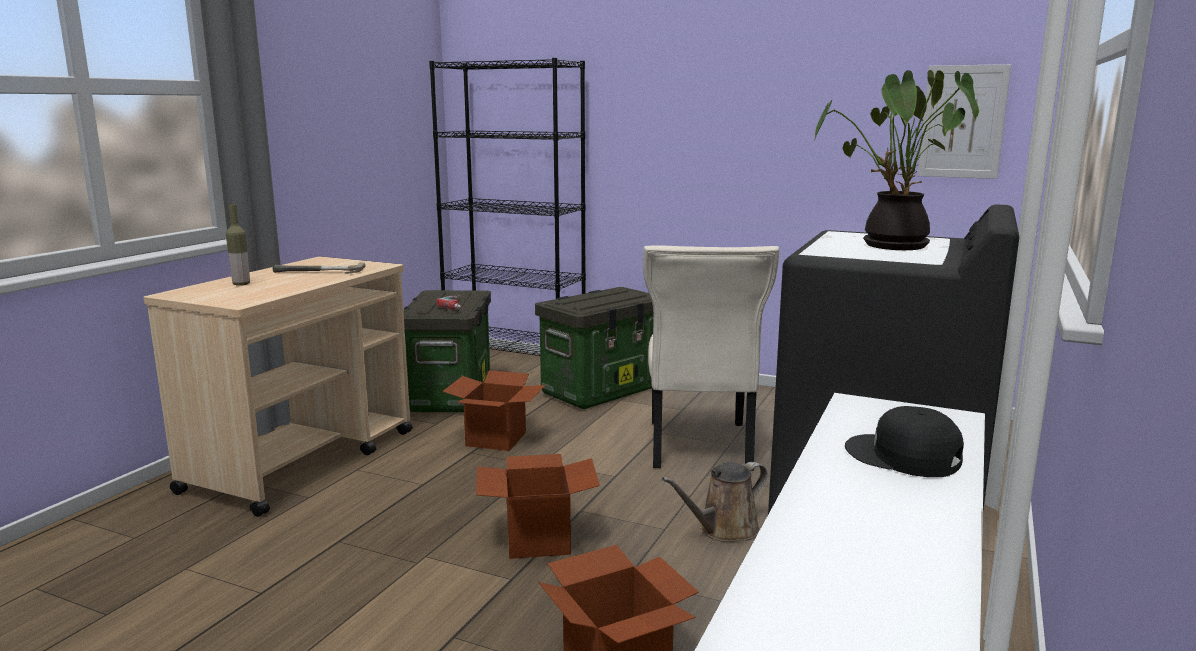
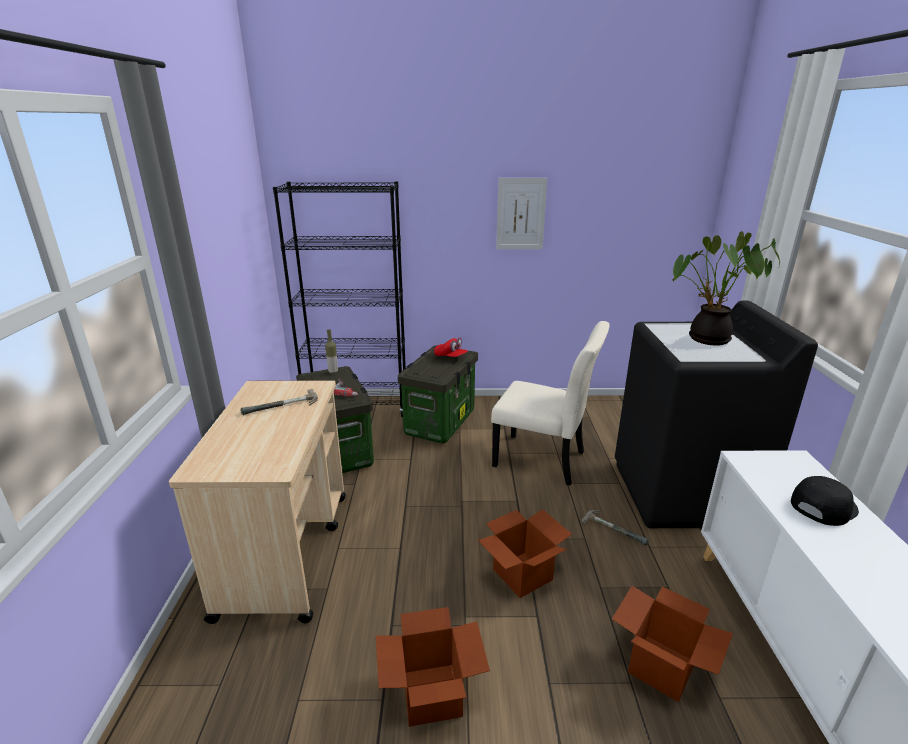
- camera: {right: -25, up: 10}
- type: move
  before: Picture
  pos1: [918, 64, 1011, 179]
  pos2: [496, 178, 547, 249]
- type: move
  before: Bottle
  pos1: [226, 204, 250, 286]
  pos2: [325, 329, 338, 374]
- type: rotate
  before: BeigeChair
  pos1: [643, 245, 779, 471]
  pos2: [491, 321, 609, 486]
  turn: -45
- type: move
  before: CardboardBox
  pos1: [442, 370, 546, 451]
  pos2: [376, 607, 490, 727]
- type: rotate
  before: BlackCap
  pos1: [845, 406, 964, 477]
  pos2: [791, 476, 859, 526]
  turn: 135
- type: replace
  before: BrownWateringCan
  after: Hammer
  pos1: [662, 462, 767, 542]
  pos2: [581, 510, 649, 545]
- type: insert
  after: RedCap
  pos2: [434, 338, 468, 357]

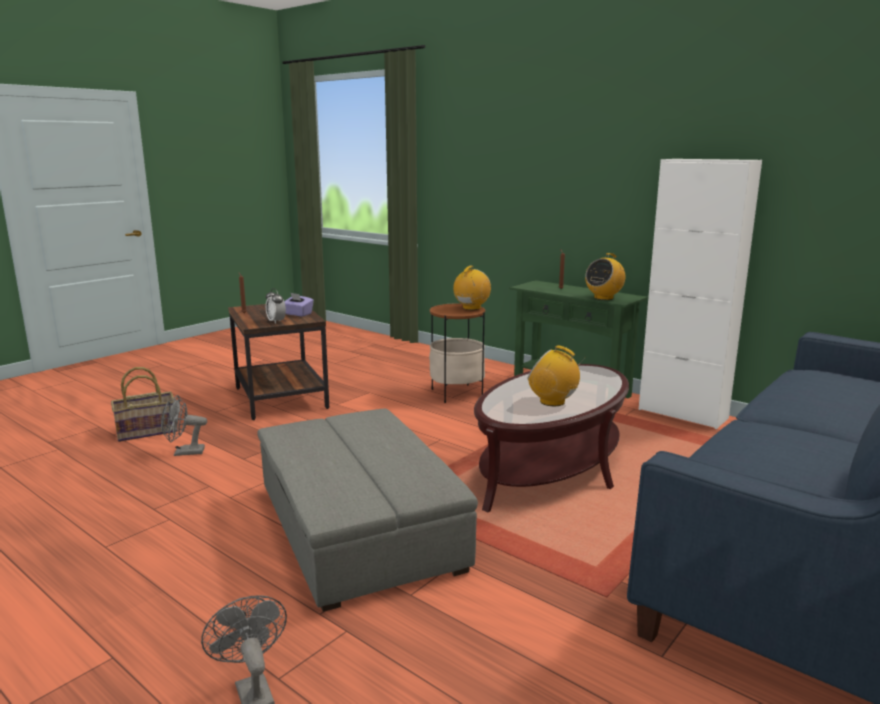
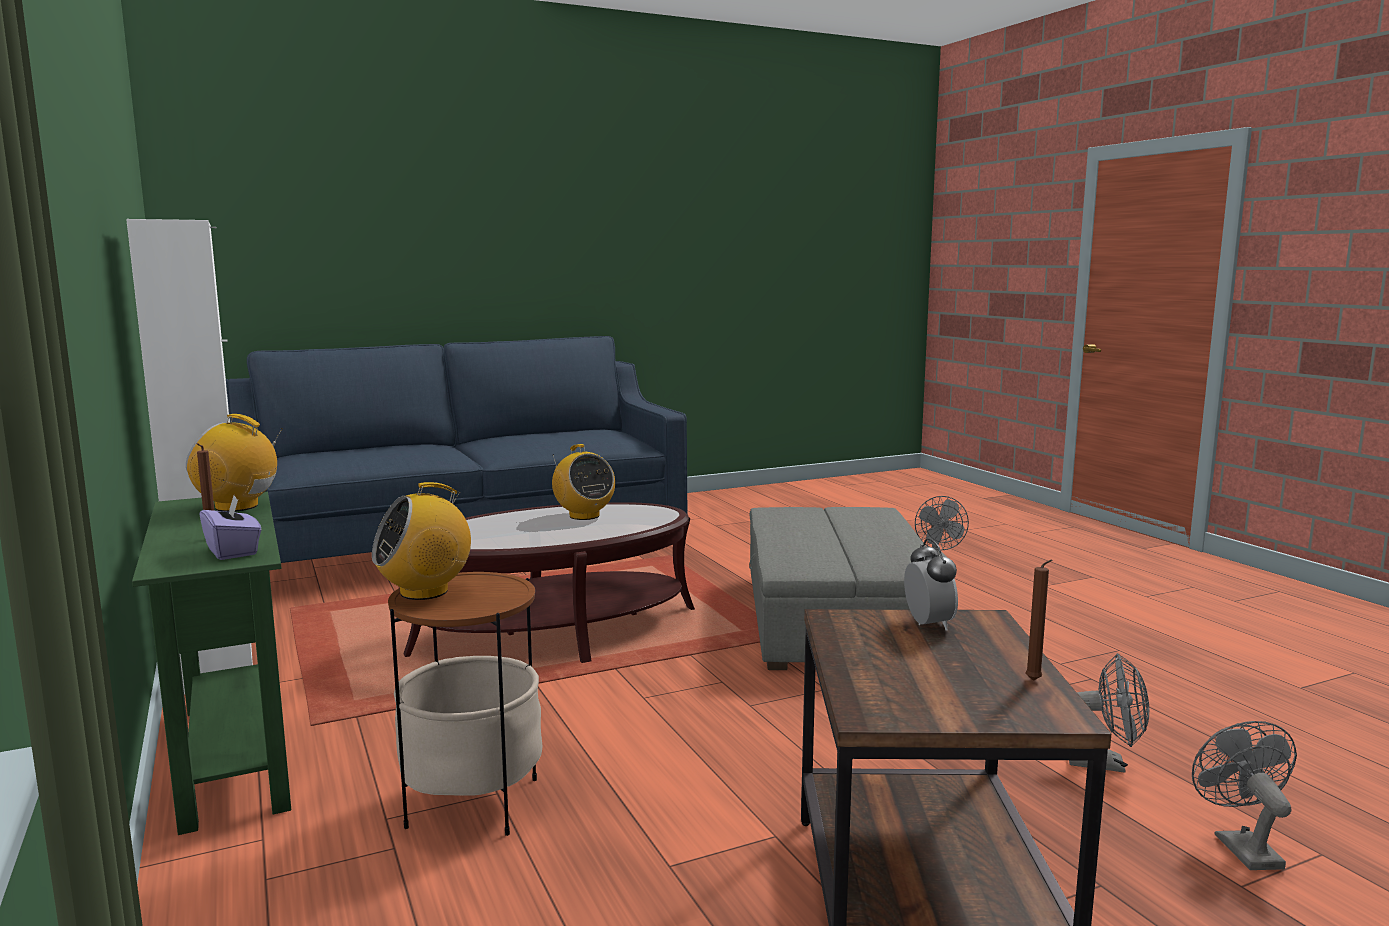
- camera: {right: -155, up: -5}
- type: rotate
  before: Radio
  pos1: [585, 253, 625, 300]
  pos2: [186, 414, 283, 512]
  turn: -150
- type: move
  before: PurpleTissueBox
  pos1: [284, 293, 314, 316]
  pos2: [199, 496, 261, 560]
- type: replace
  before: Basket
  after: GreyFan
  pos1: [111, 367, 178, 442]
  pos2: [1192, 721, 1297, 870]

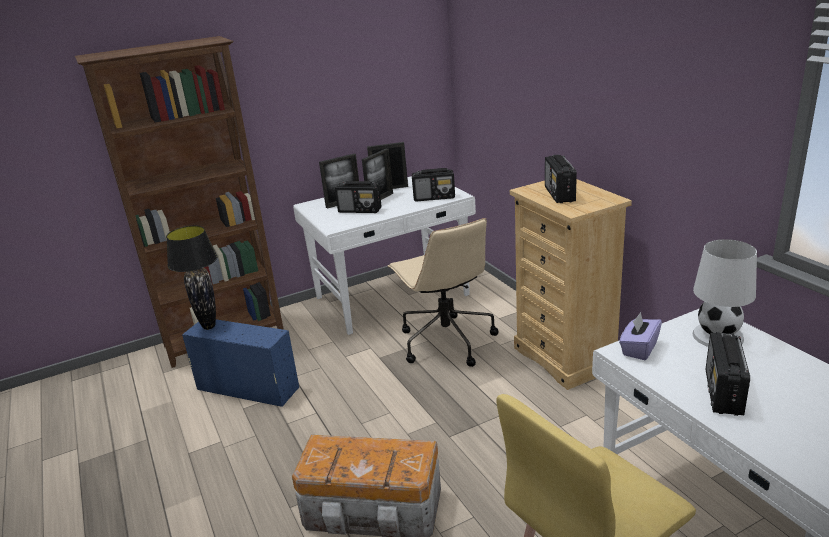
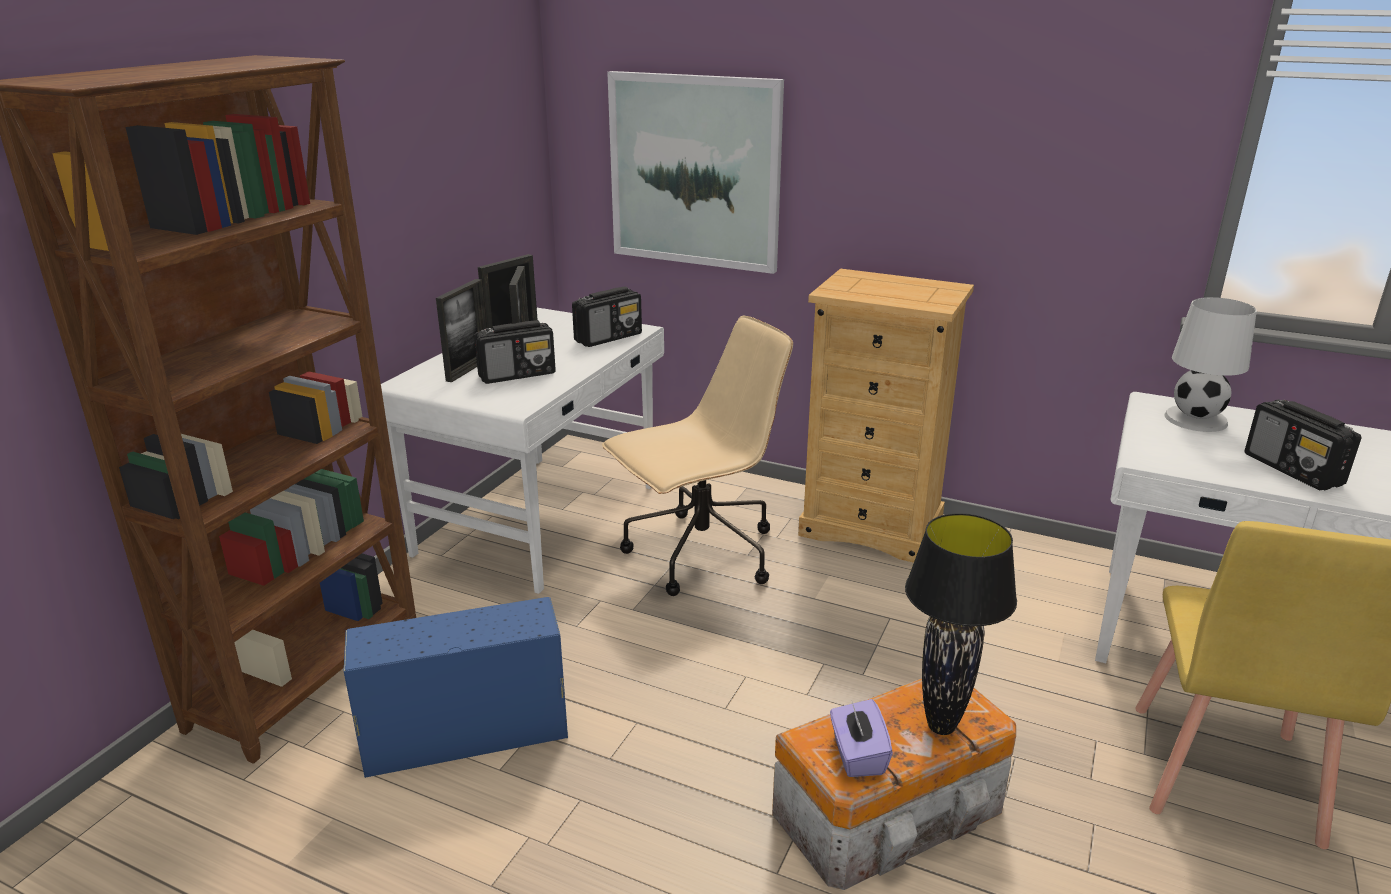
- camera: {right: -40, up: 0}
- type: delete
  before: Radio
  pos1: [545, 154, 577, 203]
- type: rotate
  before: BeigeOfficeChair
  pos1: [388, 218, 498, 367]
  pos2: [602, 316, 793, 596]
  turn: -60
- type: move
  before: BlackTableLamp
  pos1: [166, 226, 217, 330]
  pos2: [905, 513, 1017, 735]
- type: move
  before: PurpleTissueBox
  pos1: [619, 312, 662, 360]
  pos2: [830, 699, 893, 777]
- type: insert
  after: Picture
  pos2: [607, 71, 784, 274]

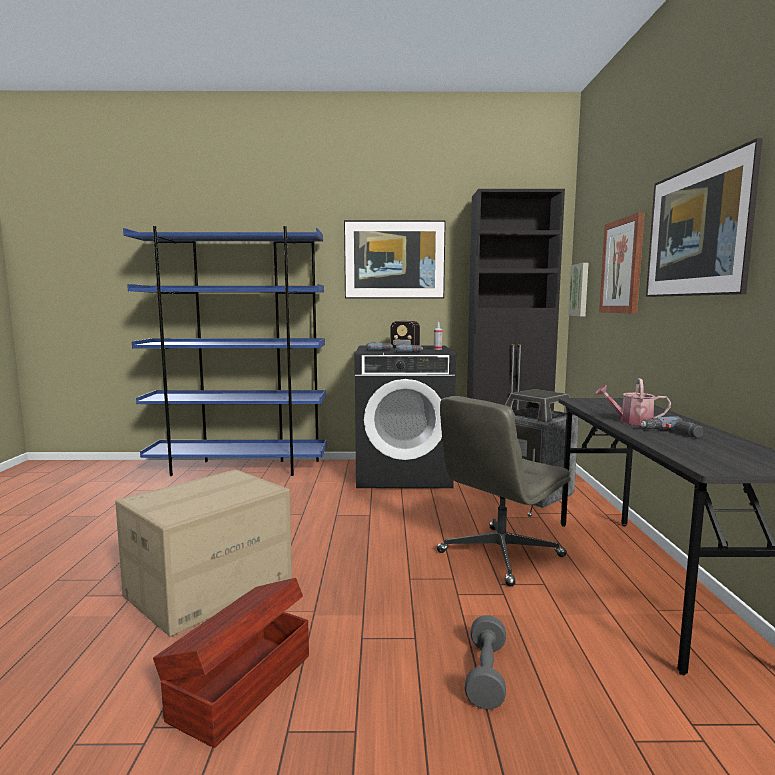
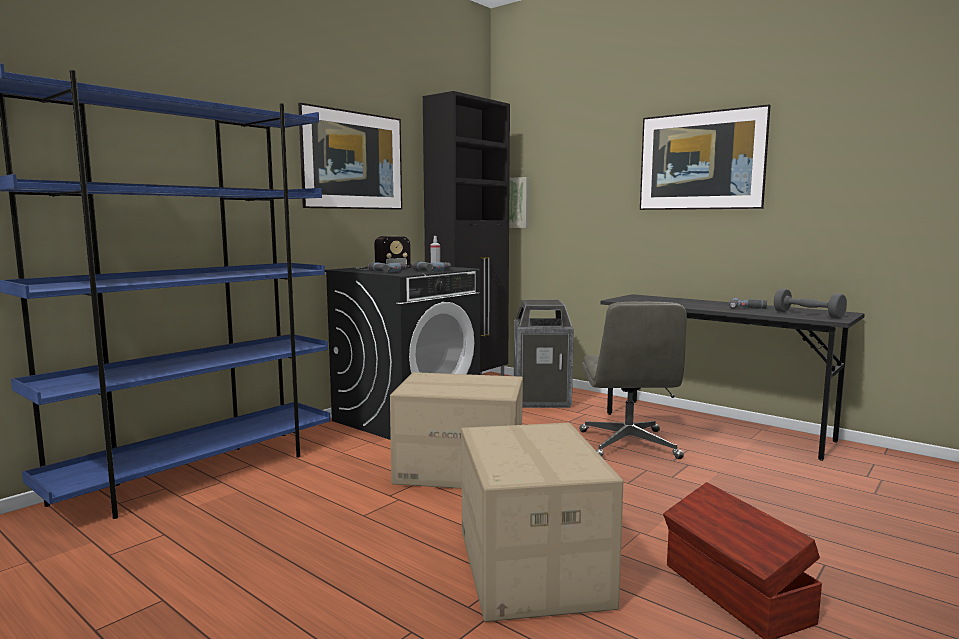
- camera: {right: -50, up: 0}
- type: delete
  before: Picture
  pos1: [599, 212, 645, 314]
- type: delete
  before: WateringCan
  pos1: [595, 378, 671, 425]
- type: move
  before: GreyDumbbell
  pos1: [465, 615, 506, 709]
  pos2: [774, 289, 847, 319]
- type: insert
  after: CardboardBox
  pos2: [390, 372, 523, 489]

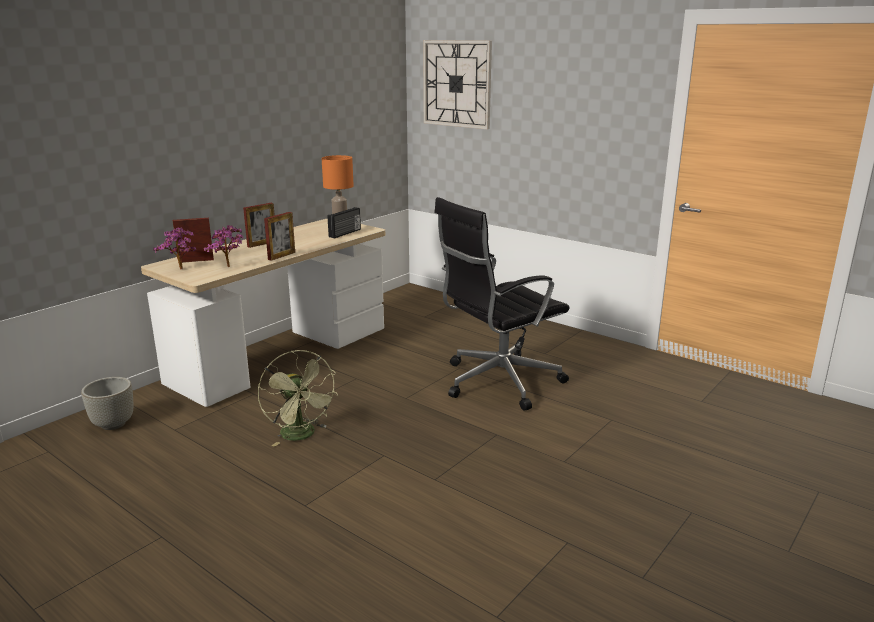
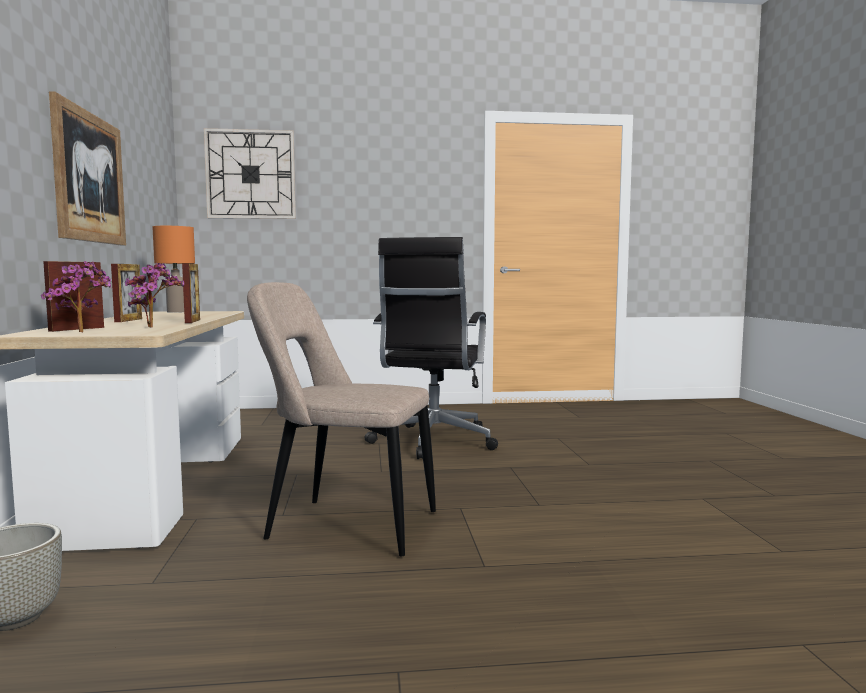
- camera: {right: -45, up: -15}
- type: delete
  before: Radio
  pos1: [328, 207, 361, 238]
- type: replace
  before: GreenFan
  after: BeigeChair
  pos1: [258, 350, 338, 447]
  pos2: [247, 282, 436, 556]
- type: insert
  after: Picture
  pos2: [49, 91, 126, 246]

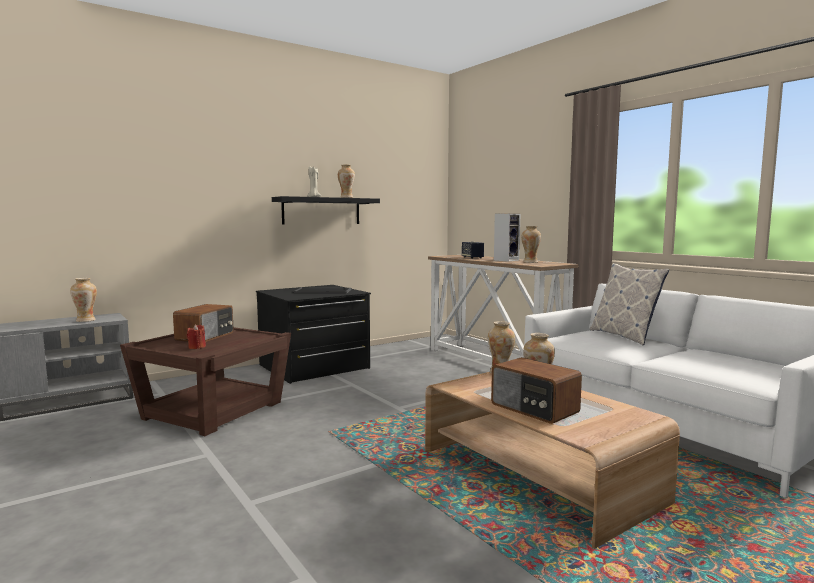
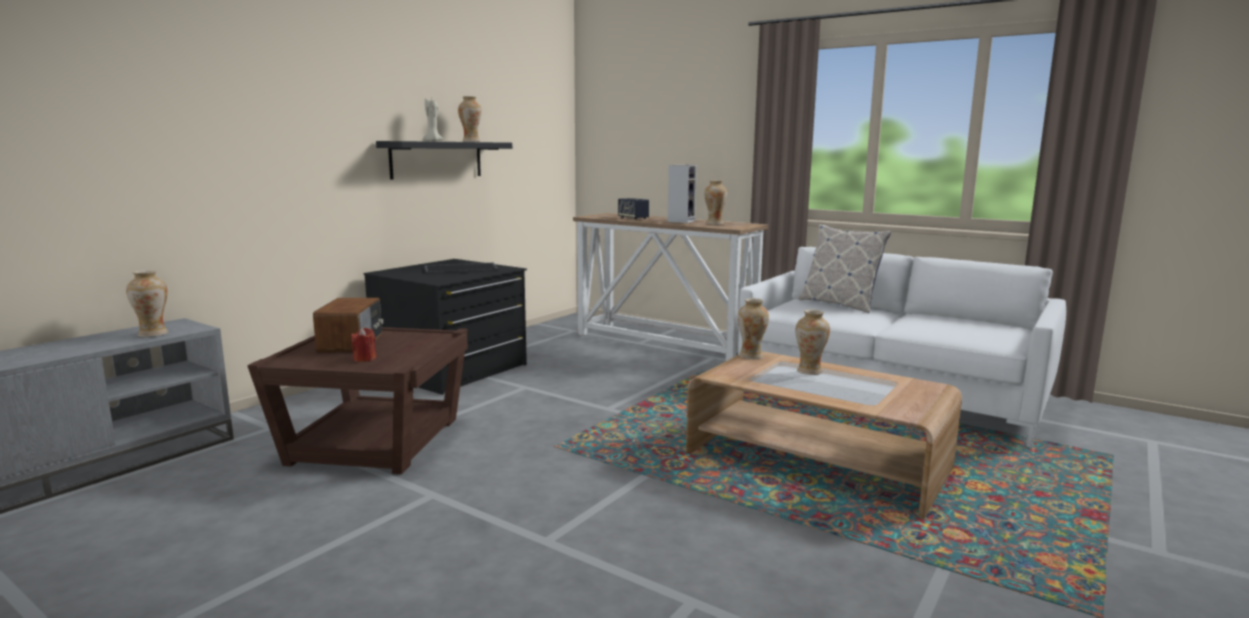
- camera: {right: -20, up: 5}
- type: delete
  before: Radio
  pos1: [491, 357, 582, 424]

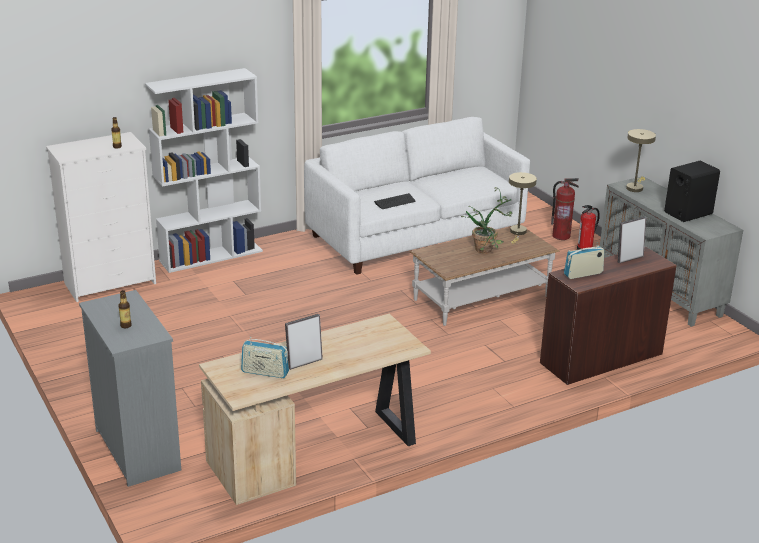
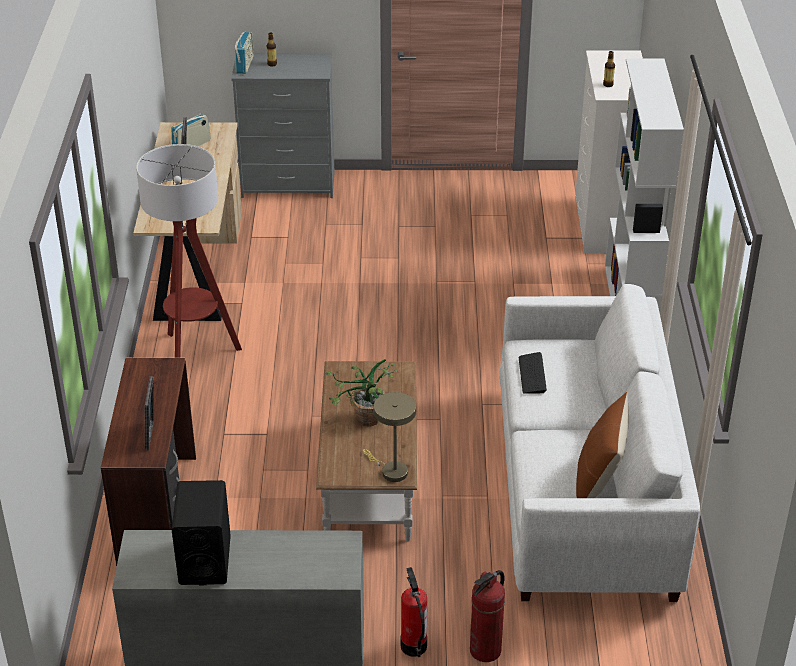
- camera: {right: 120, up: 10}
- type: delete
  before: BeigeTableLamp
  pos1: [626, 129, 656, 192]
- type: move
  before: Radio
  pos1: [564, 242, 604, 279]
  pos2: [235, 32, 254, 74]
- type: insert
  after: FloorLamp
  pos2: [136, 144, 242, 358]
- type: insert
  after: BrownPillow
  pos2: [576, 392, 629, 498]

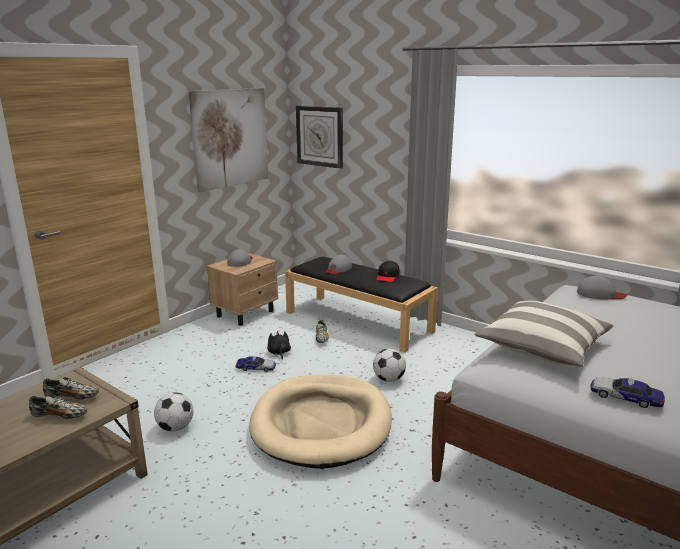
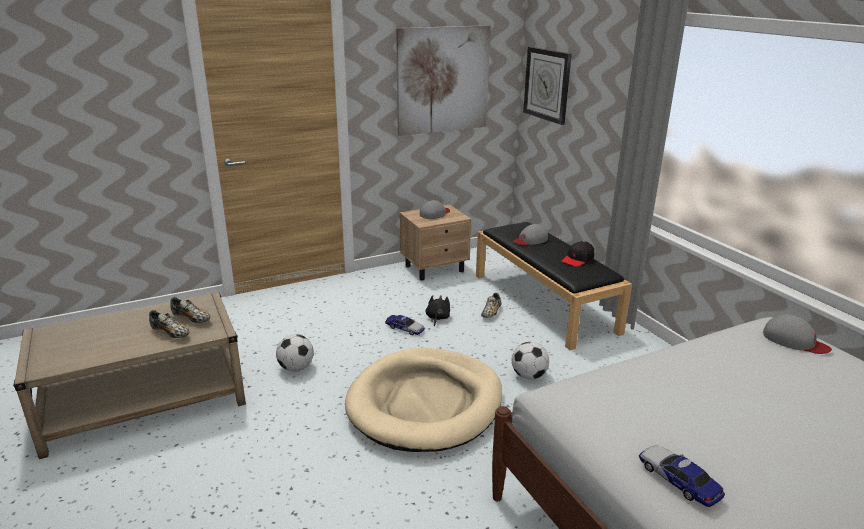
- camera: {right: 25, up: 5}
- type: delete
  before: Pillow
  pos1: [475, 301, 614, 367]

